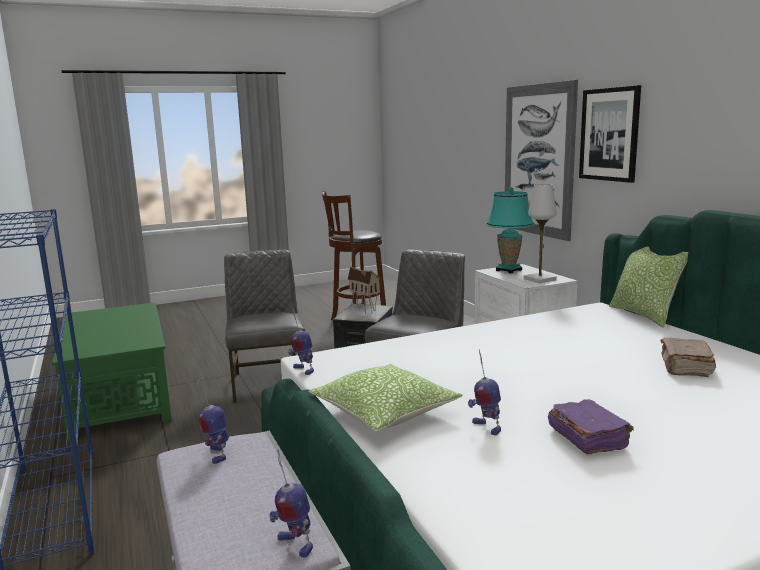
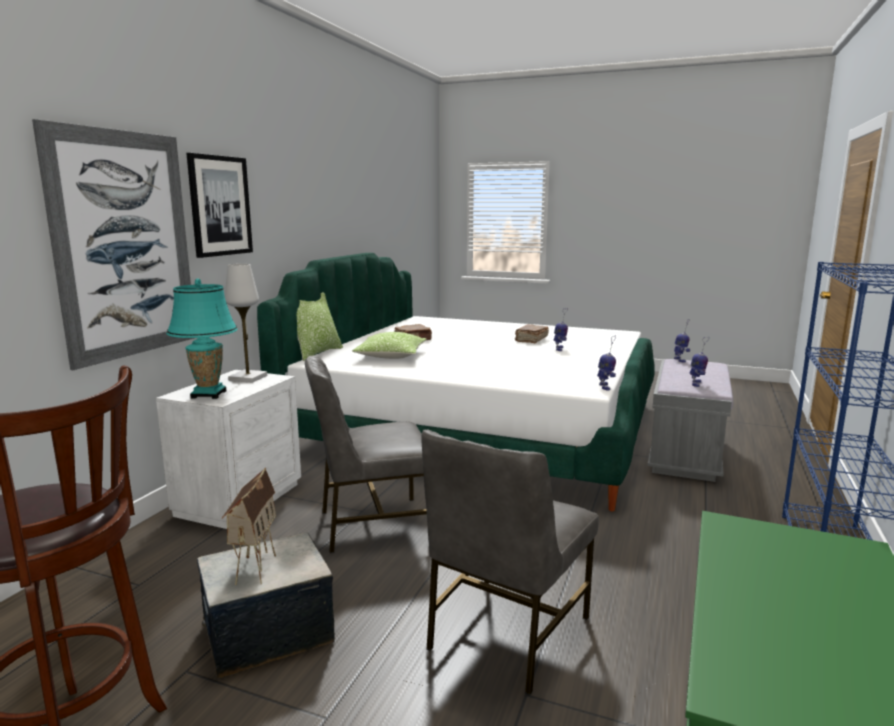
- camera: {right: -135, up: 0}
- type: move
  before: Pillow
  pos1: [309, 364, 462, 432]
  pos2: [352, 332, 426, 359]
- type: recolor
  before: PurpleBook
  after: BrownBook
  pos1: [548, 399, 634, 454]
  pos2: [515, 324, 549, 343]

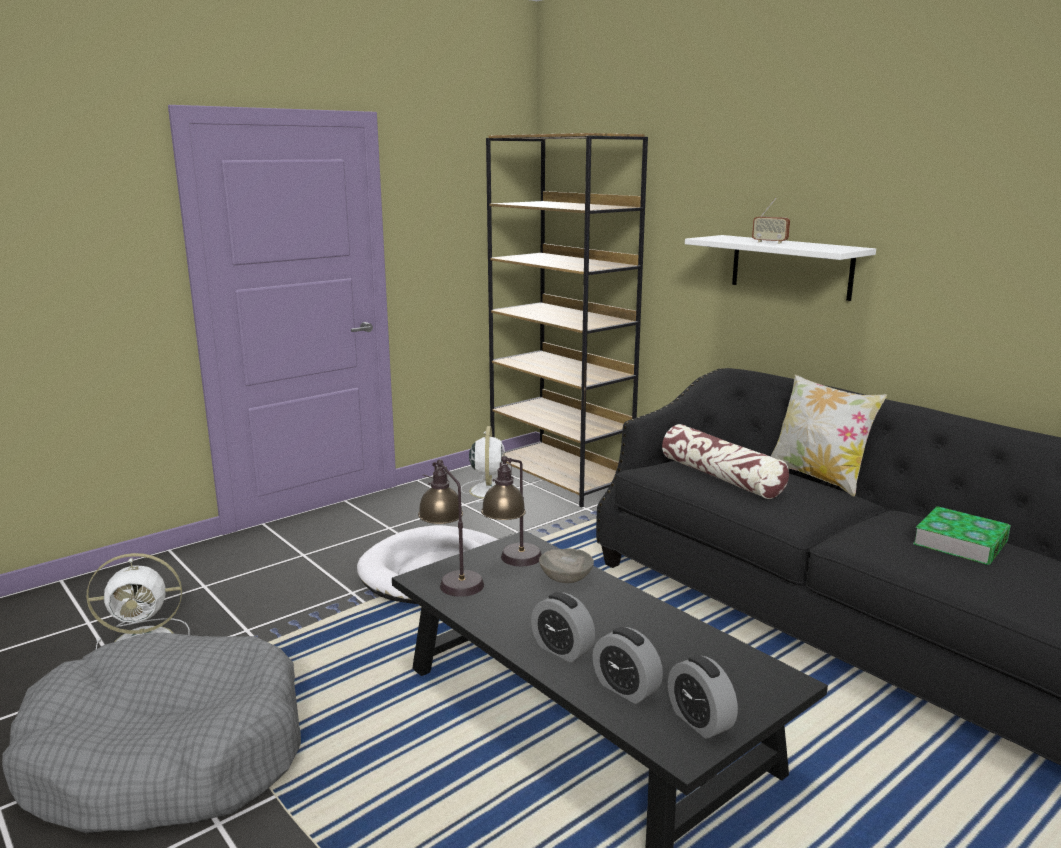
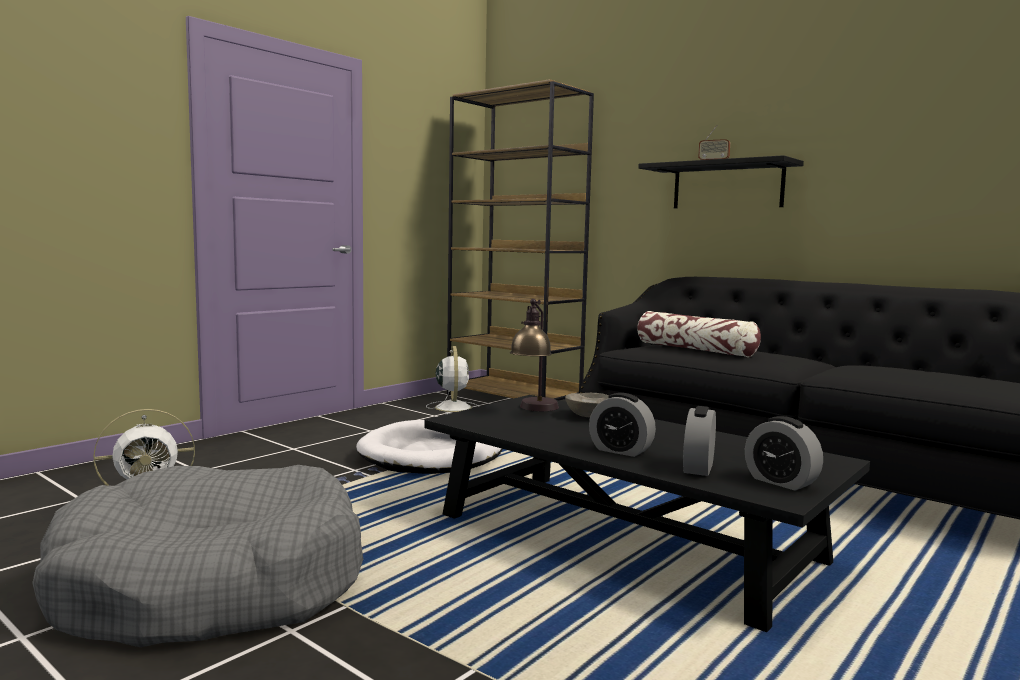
- camera: {right: -10, up: -10}
- type: recolor
  before: WhiteShelf
  after: BlackShelf
  pos1: [685, 235, 876, 301]
  pos2: [638, 155, 804, 208]
- type: delete
  before: Pillow
  pos1: [770, 374, 887, 496]
- type: delete
  before: TableLamp
  pos1: [418, 459, 484, 597]
- type: delete
  before: Book
  pos1: [913, 506, 1011, 565]
- type: rotate
  before: AlarmClock
  pos1: [593, 627, 663, 704]
  pos2: [683, 406, 716, 476]
  turn: 75

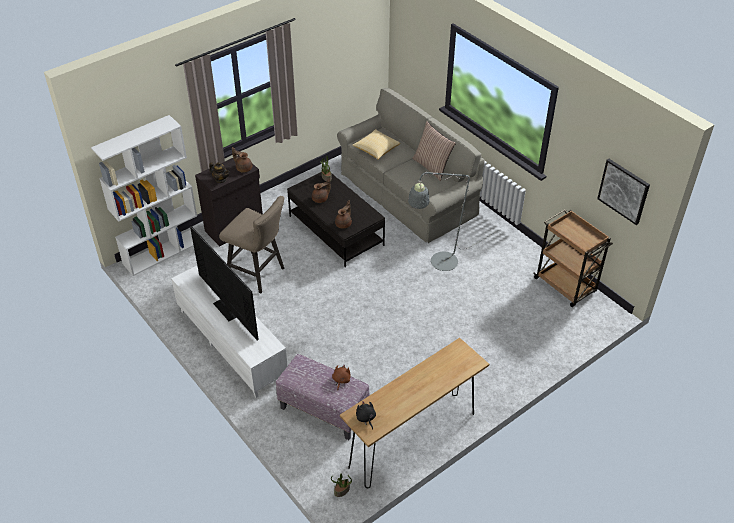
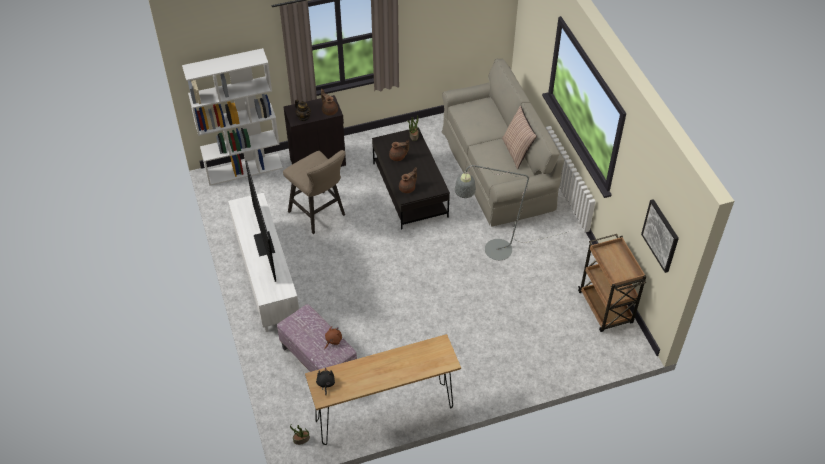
- camera: {right: 20, up: 5}
- type: delete
  before: Pillow
  pos1: [352, 129, 400, 159]

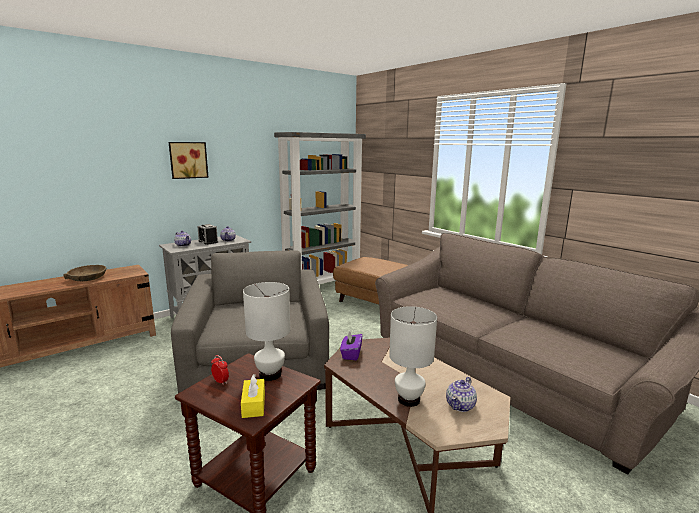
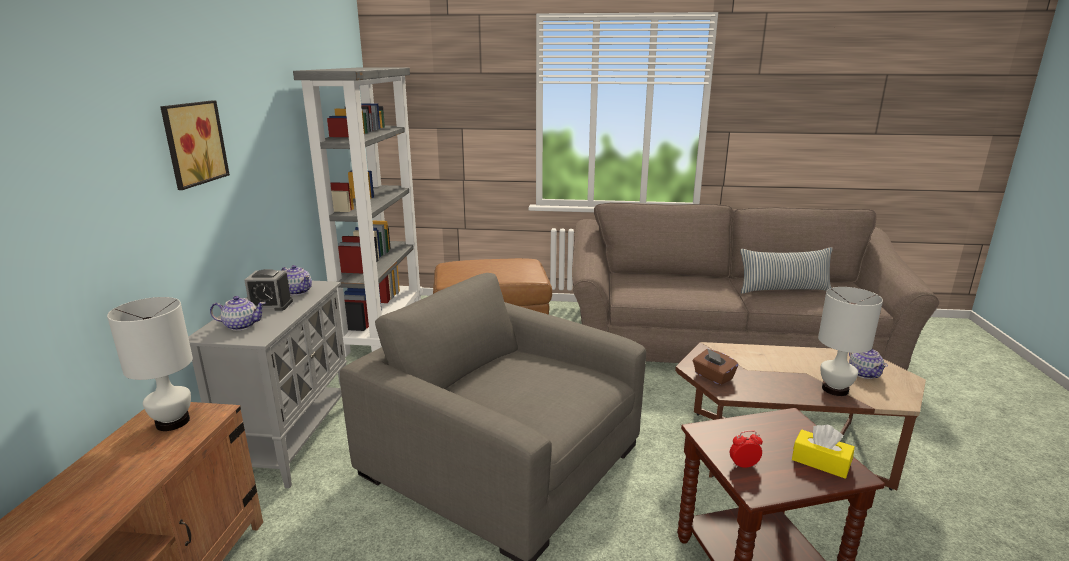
- camera: {right: -45, up: 5}
- type: delete
  before: BrownBowl
  pos1: [63, 265, 106, 281]
- type: move
  before: WhiteTableLamp
  pos1: [243, 282, 290, 381]
  pos2: [107, 297, 193, 431]
- type: recolor
  before: PurpleTissueBox
  after: BrownTissueBox
  pos1: [340, 331, 362, 360]
  pos2: [693, 348, 739, 385]
- type: insert
  after: Pillow
  pos2: [740, 247, 833, 294]

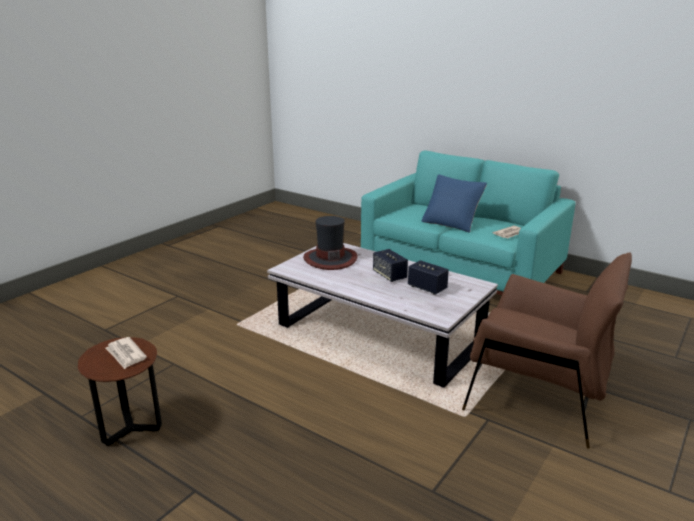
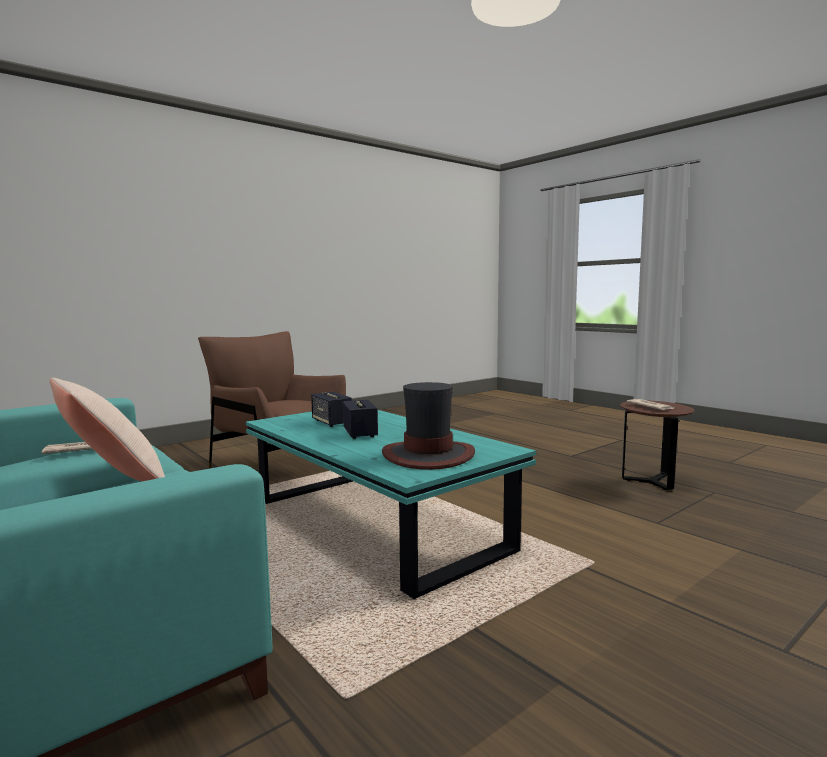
- camera: {right: -165, up: -15}
- type: recolor
  before: BluePillow
  after: BeigePillow
  pos1: [422, 174, 487, 233]
  pos2: [50, 378, 165, 481]
- type: recolor
  before: WhiteCoffeeTable
  after: TurquoiseCoffeeTable
  pos1: [267, 243, 498, 388]
  pos2: [246, 410, 536, 599]

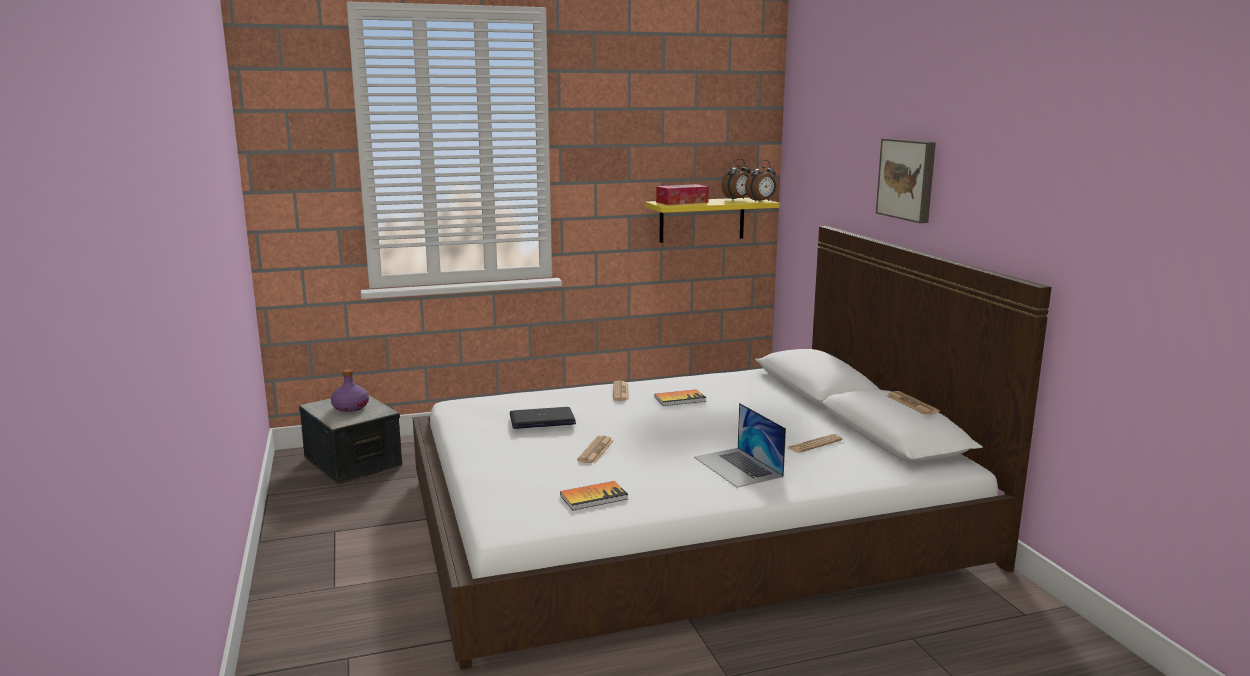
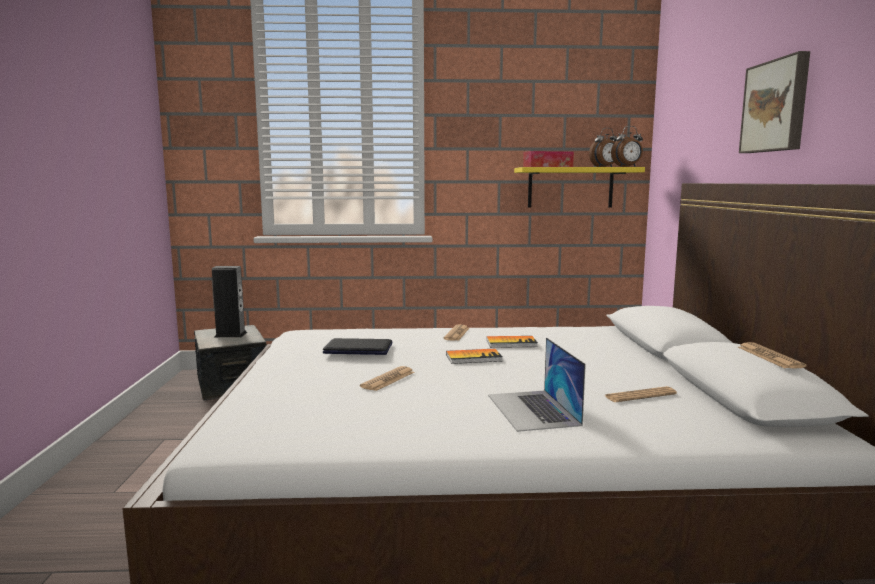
- camera: {right: 15, up: -5}
- type: replace
  before: PurpleBottle
  after: Speaker
  pos1: [331, 369, 369, 412]
  pos2: [212, 266, 247, 337]
- type: move
  before: Book
  pos1: [560, 481, 629, 510]
  pos2: [446, 349, 503, 364]

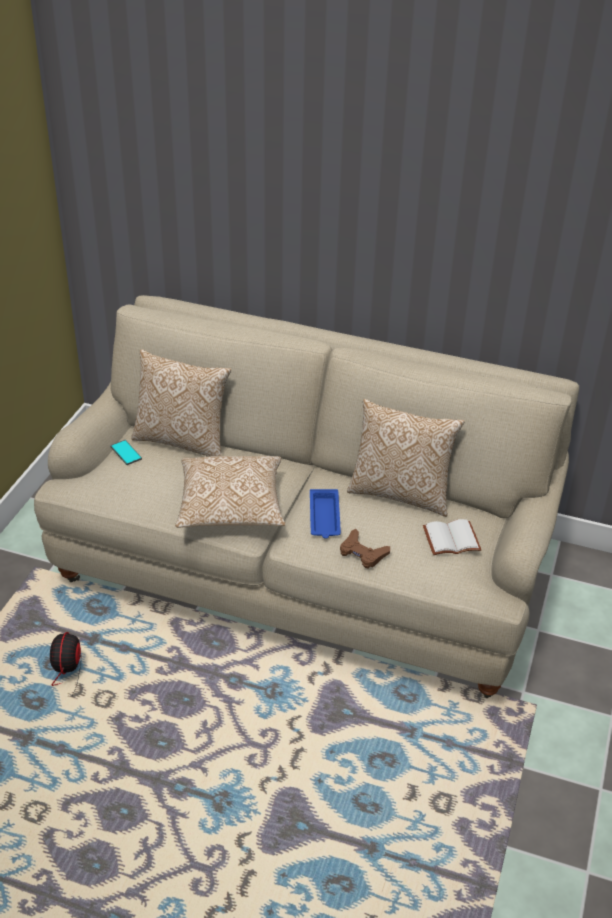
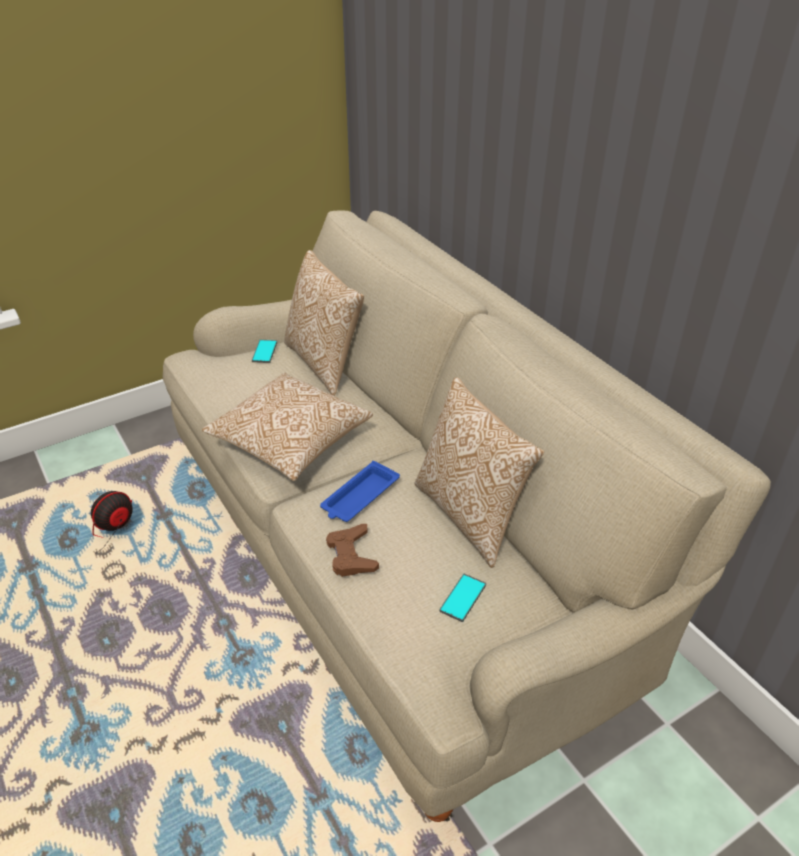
- camera: {right: 40, up: 0}
- type: replace
  before: WhiteBook
  after: Phone
  pos1: [423, 519, 481, 555]
  pos2: [439, 574, 486, 622]

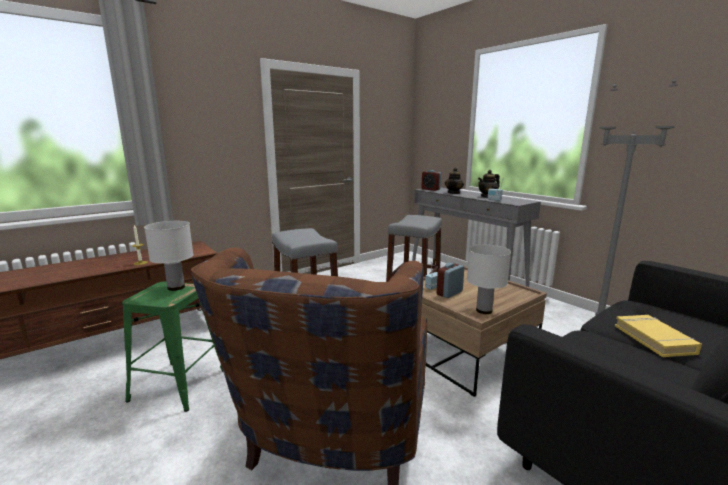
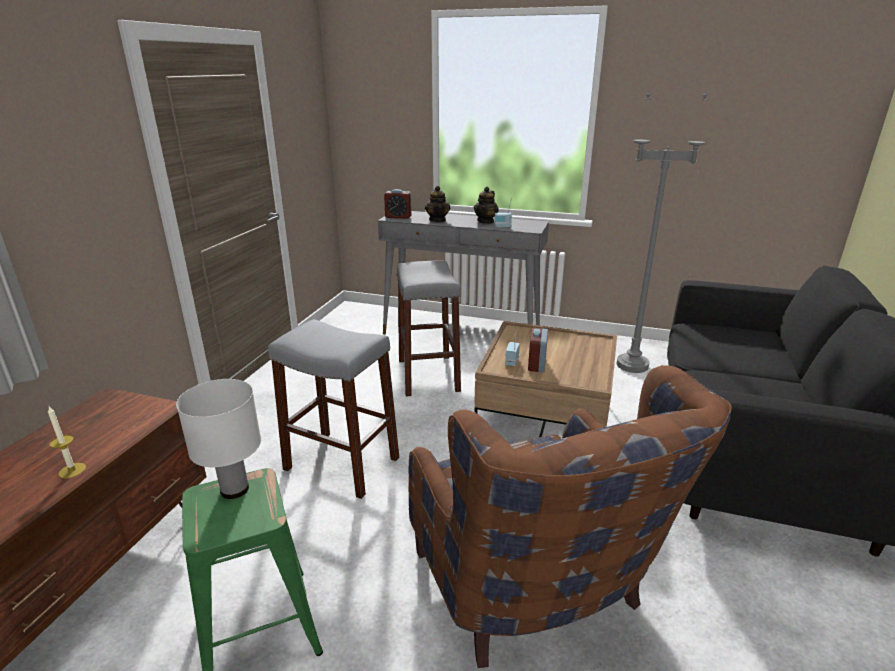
- camera: {right: -35, up: 10}
- type: delete
  before: WhiteTableLamp
  pos1: [467, 244, 511, 314]
- type: delete
  before: YellowBook
  pos1: [615, 315, 702, 357]

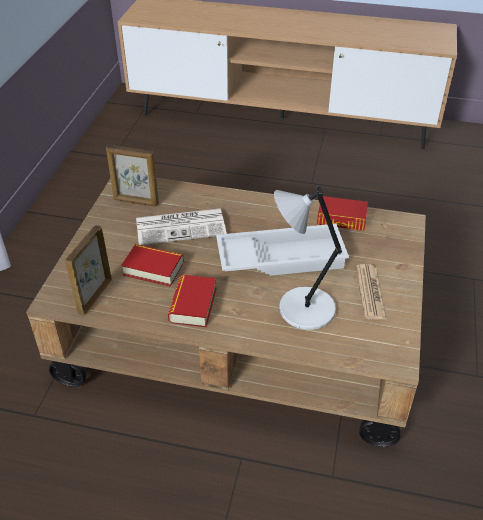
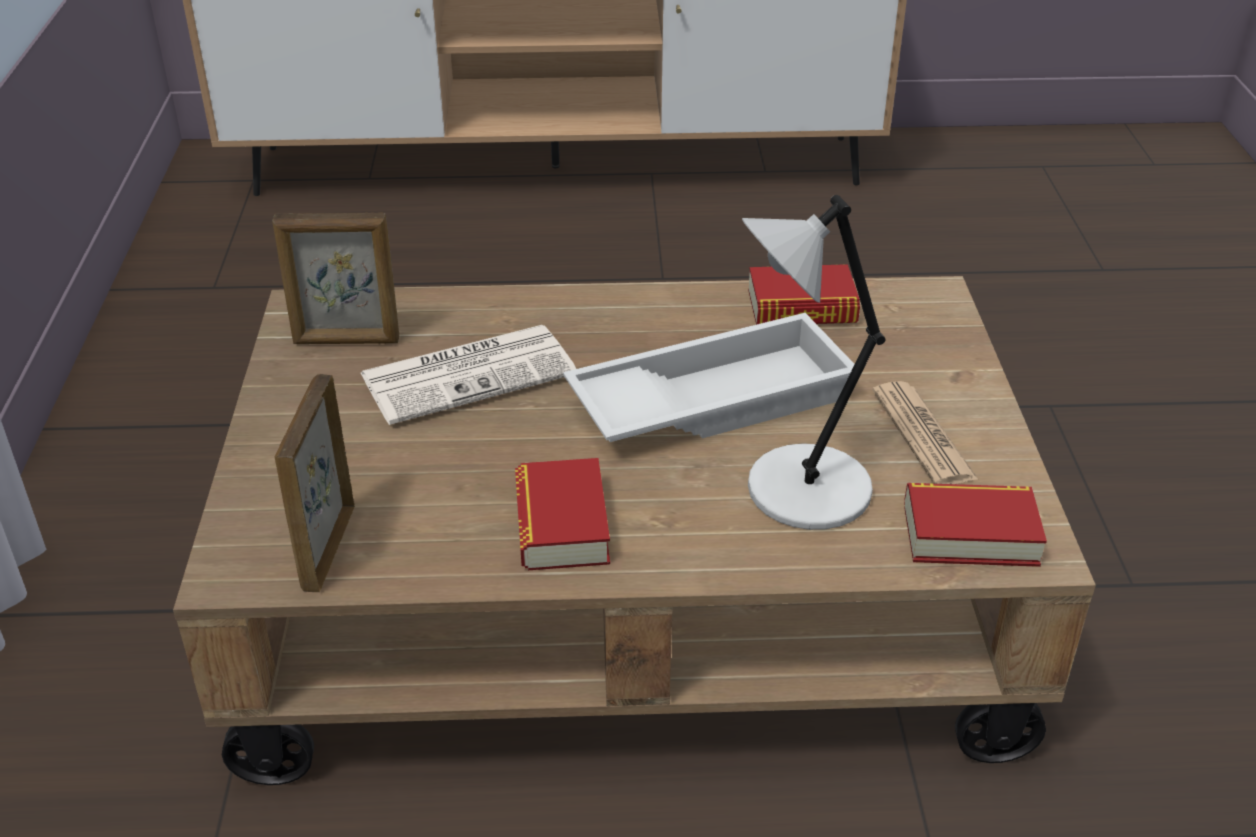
- camera: {right: -15, up: -5}
- type: move
  before: Book
  pos1: [121, 244, 184, 287]
  pos2: [904, 483, 1047, 567]

